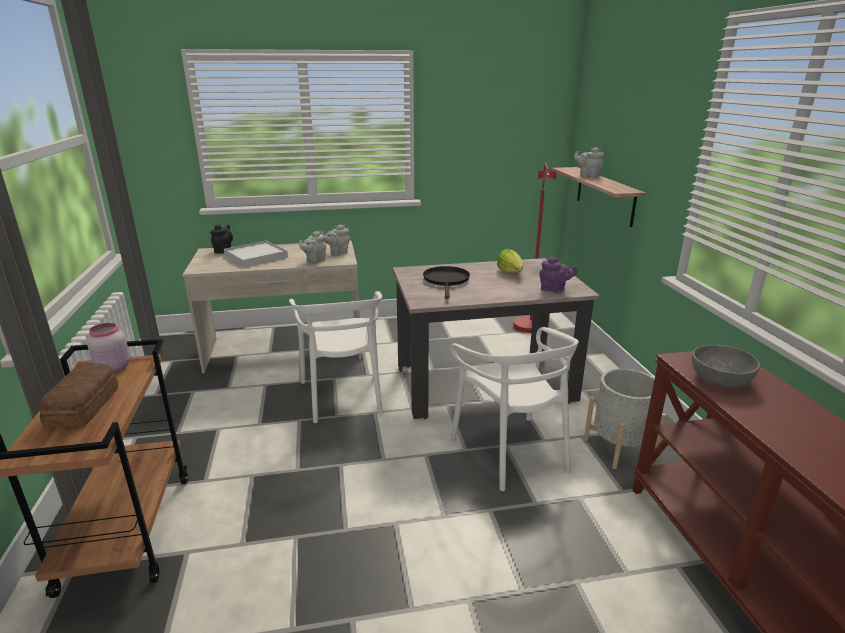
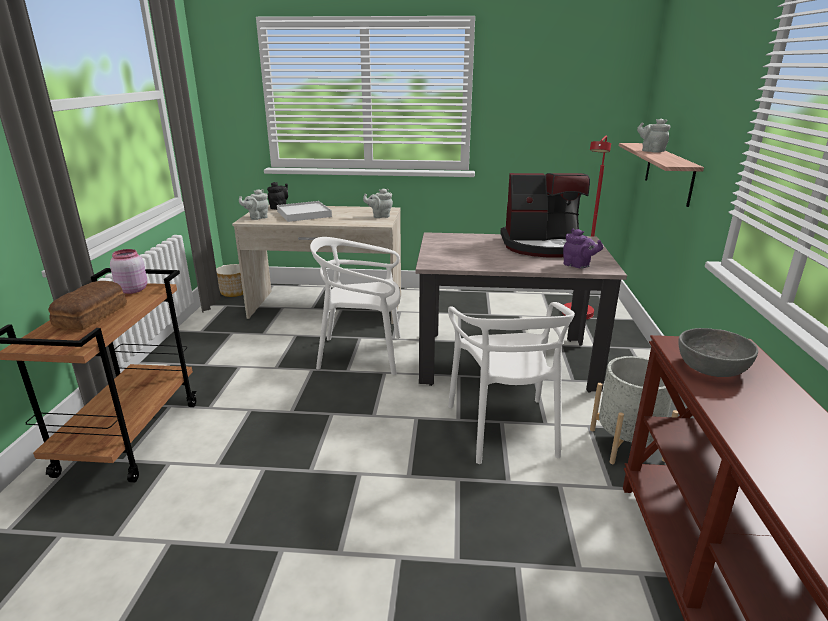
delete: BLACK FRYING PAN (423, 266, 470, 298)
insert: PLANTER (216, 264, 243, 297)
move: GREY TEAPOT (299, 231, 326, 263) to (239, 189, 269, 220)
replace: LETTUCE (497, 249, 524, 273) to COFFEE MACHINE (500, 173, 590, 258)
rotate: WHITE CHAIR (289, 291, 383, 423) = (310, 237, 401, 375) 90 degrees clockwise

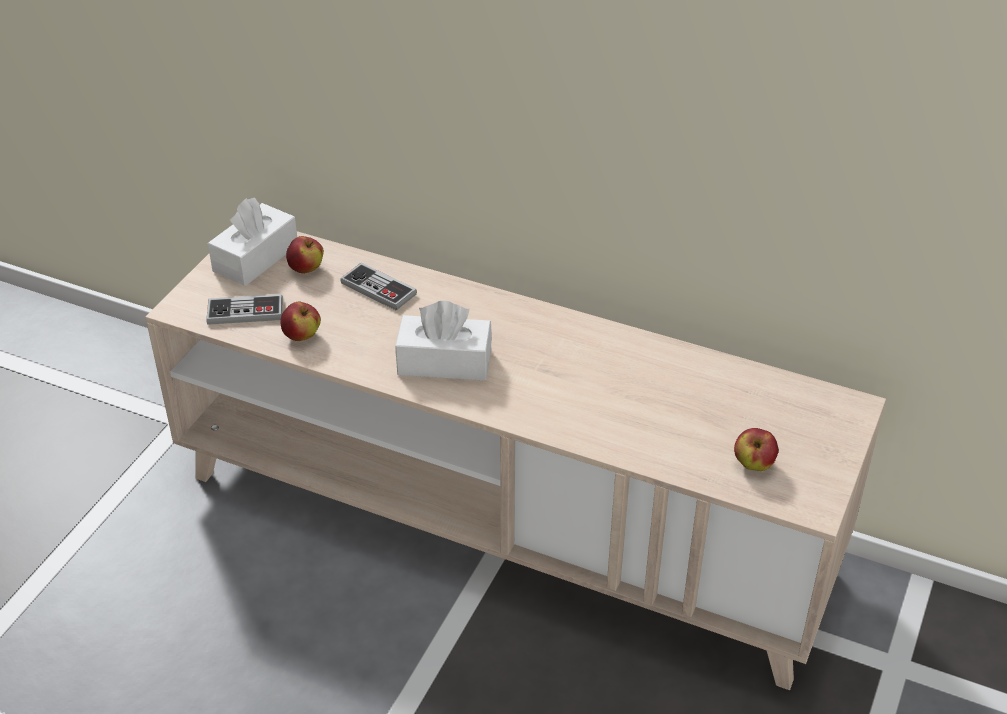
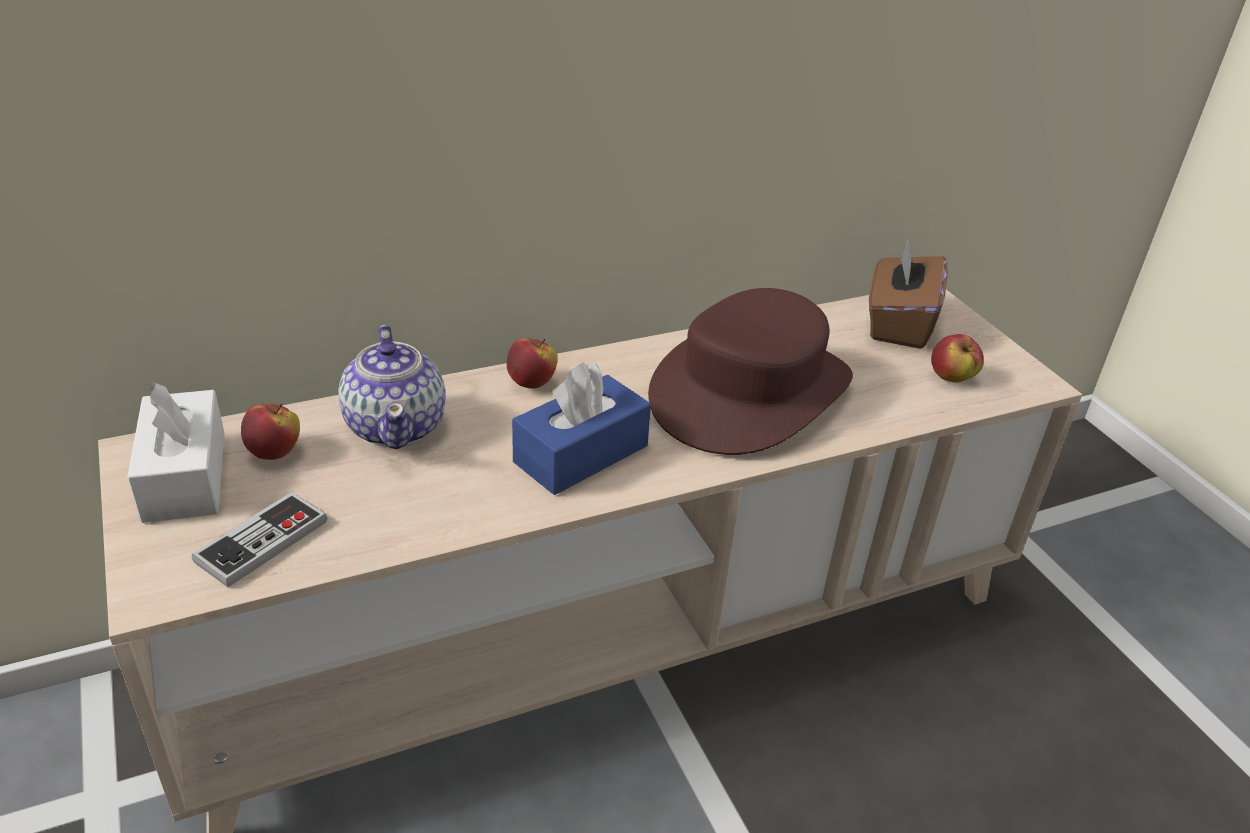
insert: BROWN HAT (648, 288, 853, 455); BROWN TISSUE BOX (869, 238, 947, 349)
move: APPLE (280, 302, 321, 341) to (507, 338, 557, 389)
replace: GAME CONTROLLER (340, 263, 417, 310) to TEAPOT (338, 325, 445, 449)
recolor: WHITE TISSUE BOX (395, 301, 492, 381) to BLUE TISSUE BOX (512, 362, 651, 495)

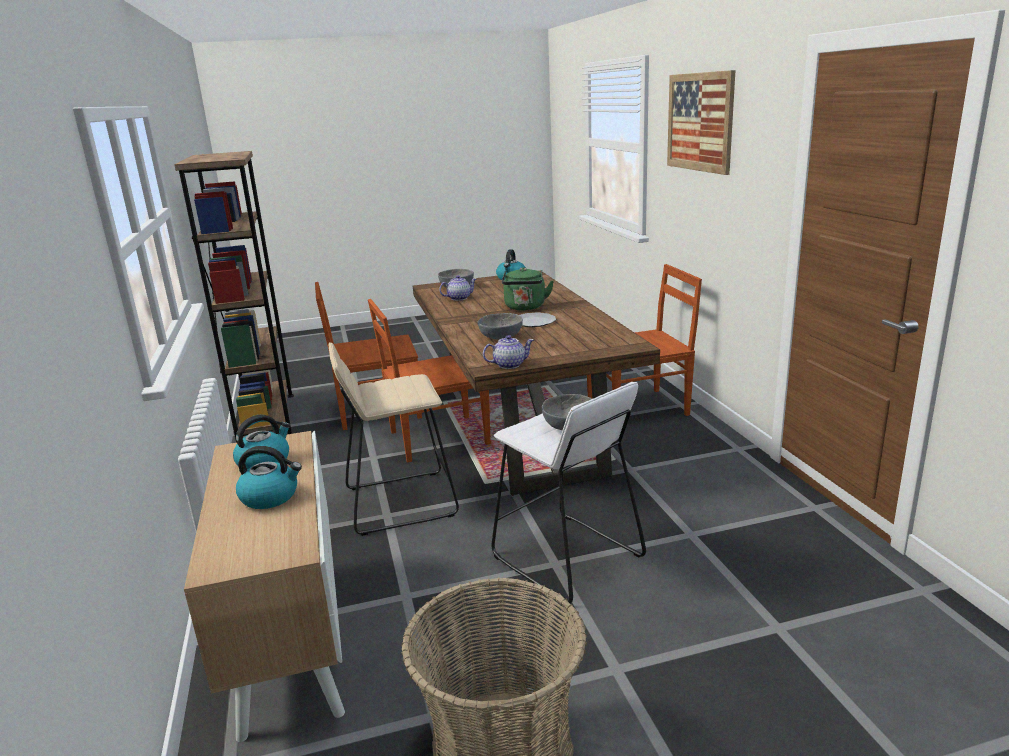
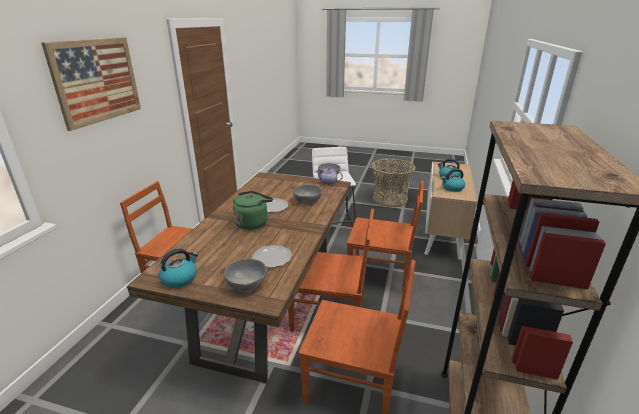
replace: BEIGE STOOL (329, 342, 459, 536) to BROWN CHAIR (347, 181, 424, 293); TEAPOT (439, 275, 476, 301) to PLATE (252, 245, 292, 268)

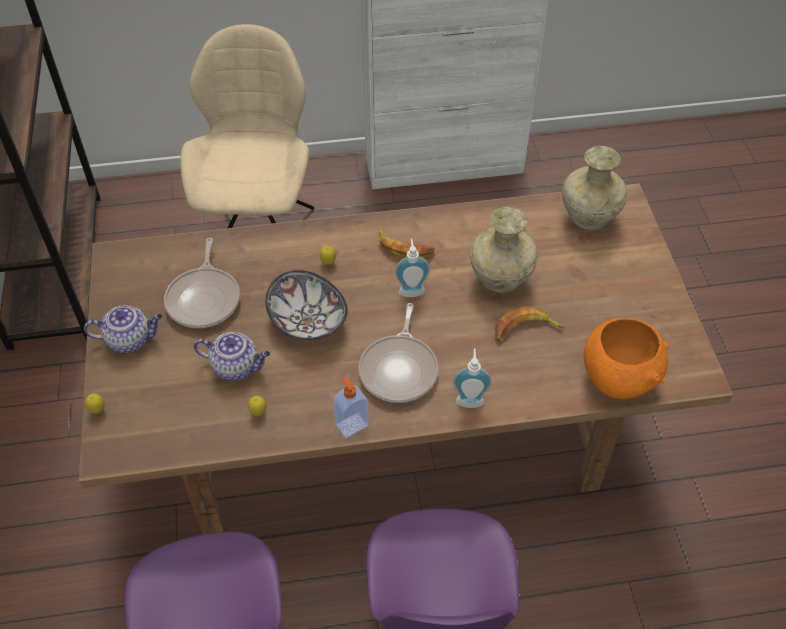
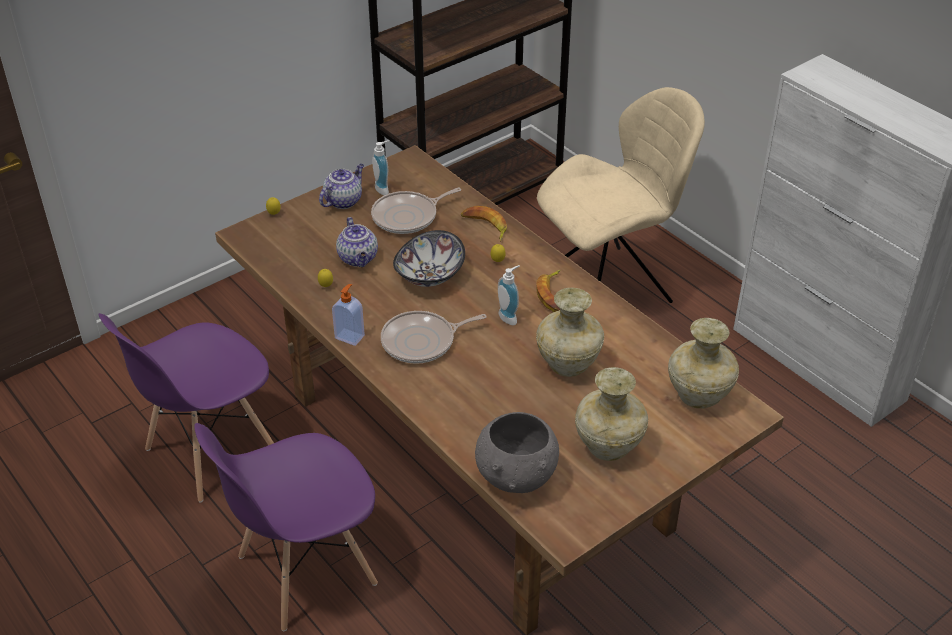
insert: BEIGE VASE (575, 367, 648, 461)
move: SOAP DISPENSER (453, 349, 492, 408) to (372, 140, 390, 195); BANANA (494, 306, 564, 341) to (461, 206, 507, 241)
recolor: ORANGE BOWL (584, 318, 669, 399) to GREY BOWL (475, 412, 559, 493)
rotate: TEAPOT (84, 306, 162, 353) = (319, 164, 364, 209) 105 degrees counterclockwise

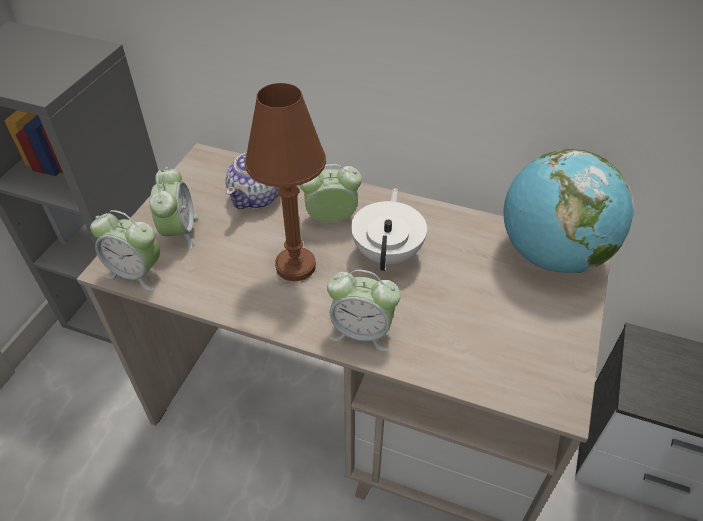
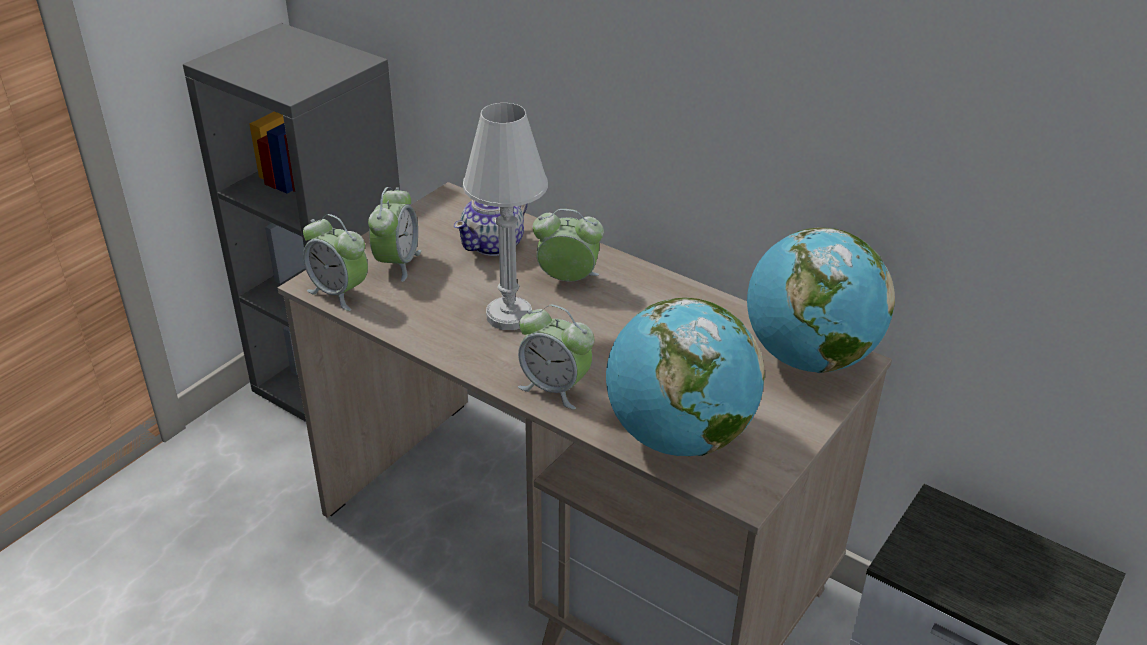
delete: WHITE TEAPOT (351, 188, 427, 271)
insert: GLOBE (606, 298, 765, 456)
recolor: BROWN TABLE LAMP (245, 83, 326, 282) to WHITE TABLE LAMP (463, 103, 548, 330)

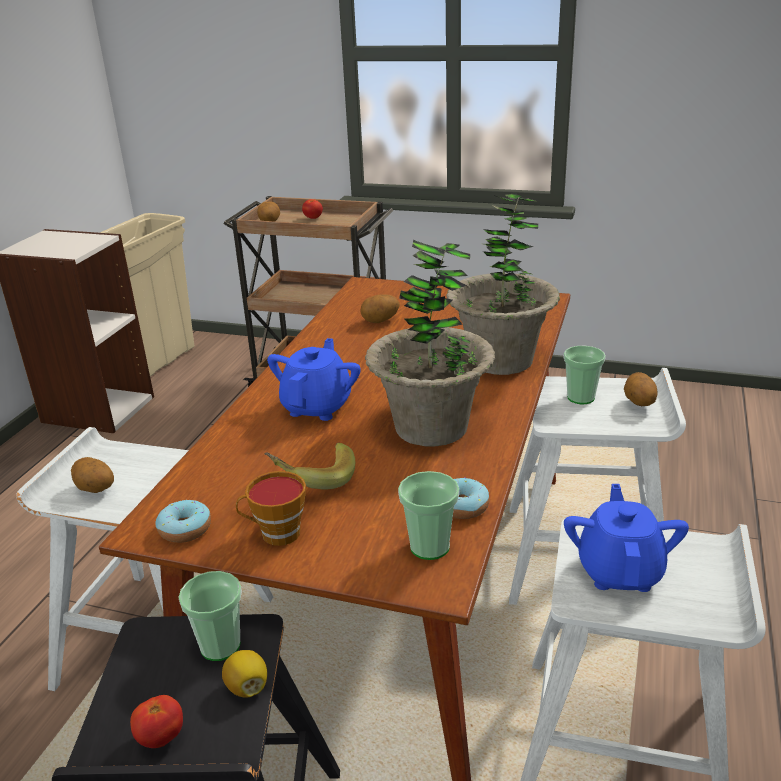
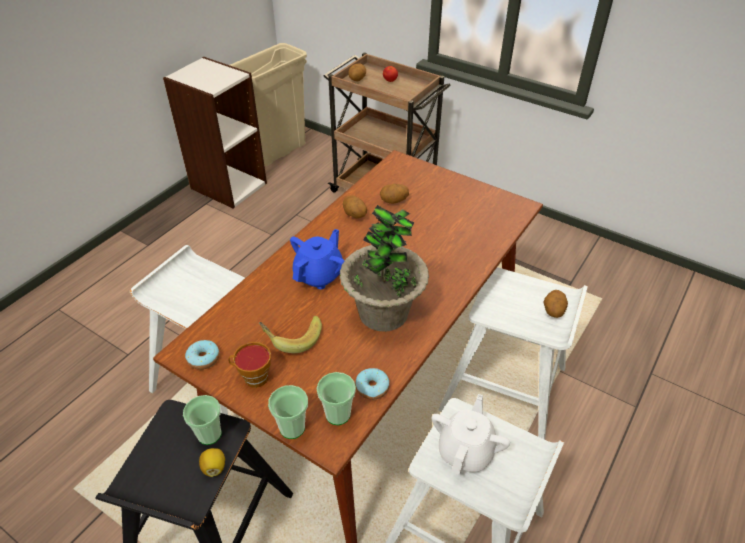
delete: TOMATO (130, 695, 183, 748); POTTED PLANT (446, 194, 560, 375)
move: POTATO (71, 457, 114, 493) to (343, 195, 367, 218); CUP (564, 346, 606, 404) to (268, 385, 308, 439)
recolor: BLUE TEAPOT (564, 484, 689, 592) to WHITE TEAPOT (432, 394, 510, 475)

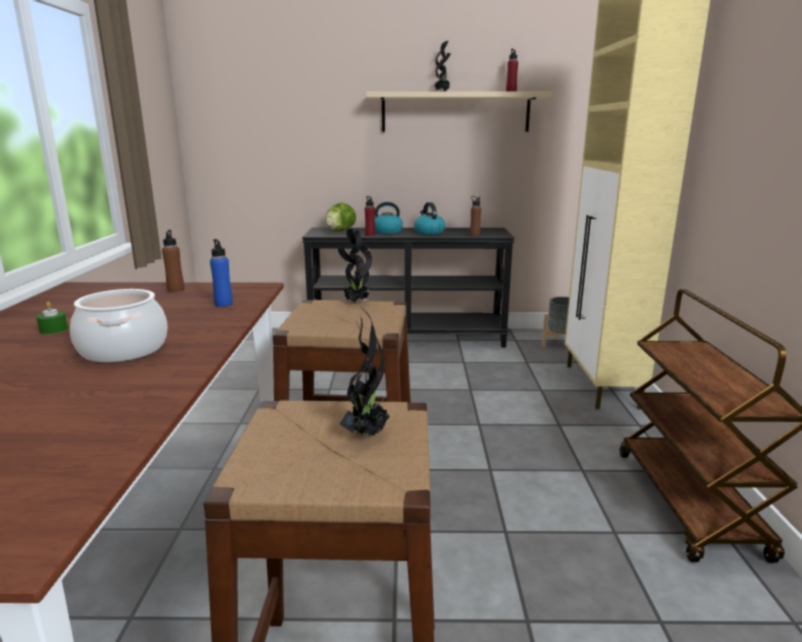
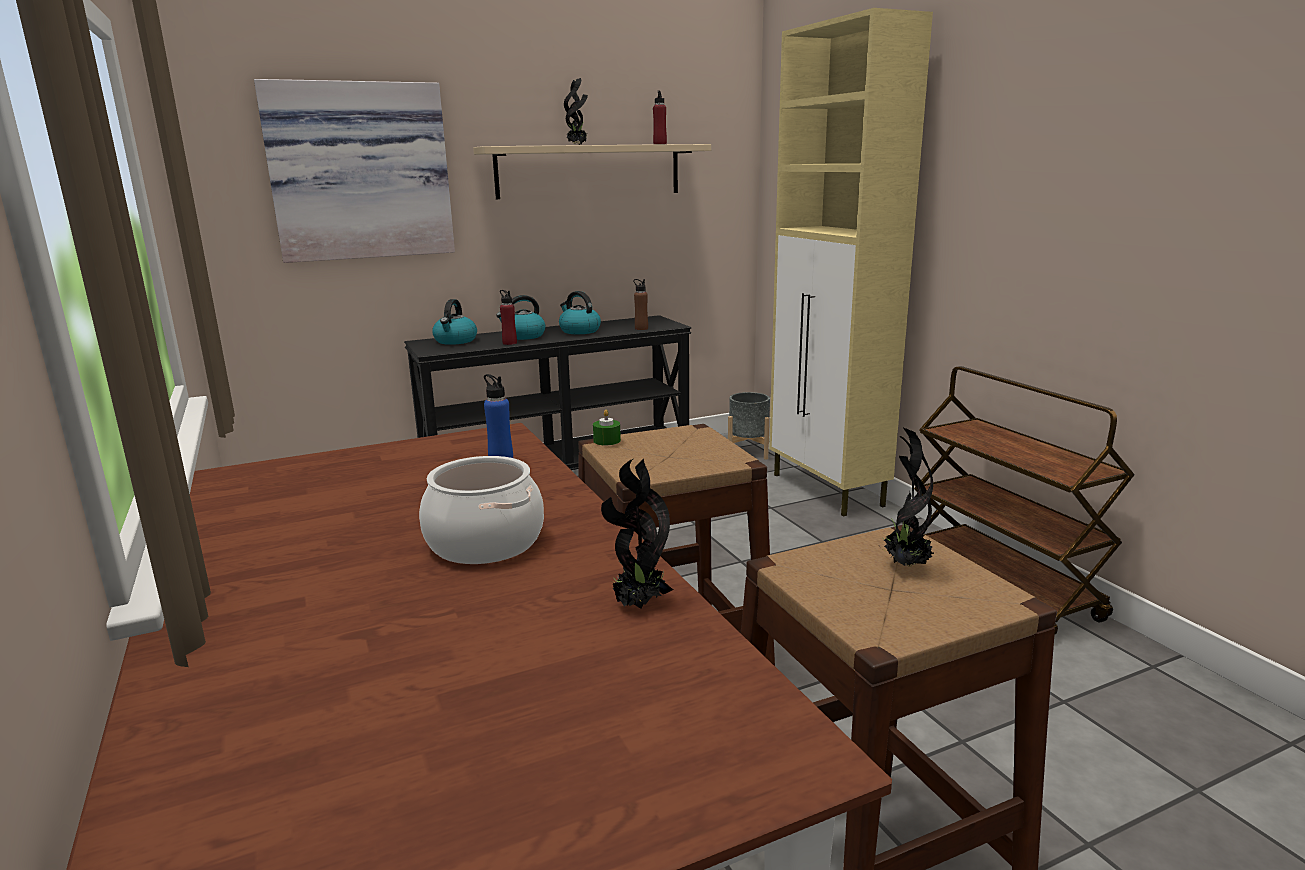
delete: BROWN BOTTLE (162, 230, 184, 292)
insert: PICTURE (254, 79, 455, 263)
move: GREEN CANDLE (36, 302, 68, 334) to (593, 410, 621, 445); POTTED PLANT (338, 229, 372, 303) to (601, 459, 673, 609)
replace: LETTUCE (325, 203, 356, 231) to KETTLE (432, 299, 477, 345)

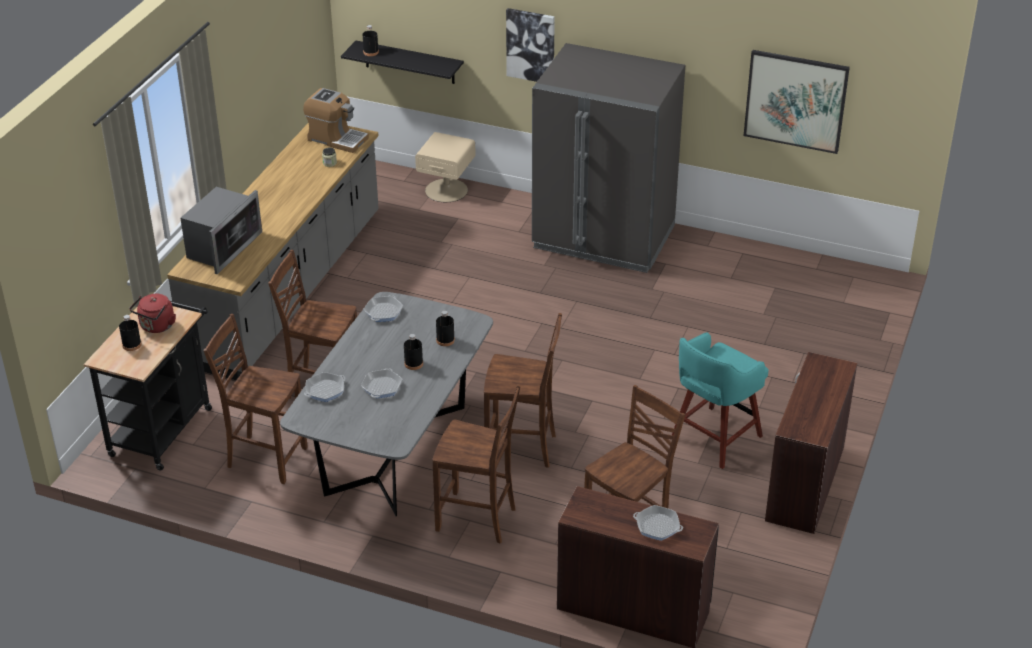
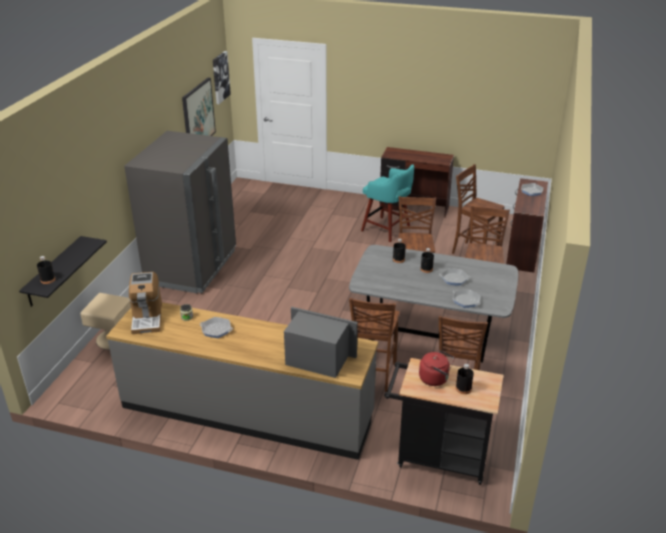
move: FRYING PAN (364, 295, 403, 322) to (200, 317, 233, 338); PICTURE (506, 8, 555, 82) to (213, 51, 231, 104)
rotate: COFFEE MACHINE (303, 88, 369, 153) = (129, 272, 162, 334) 150 degrees clockwise

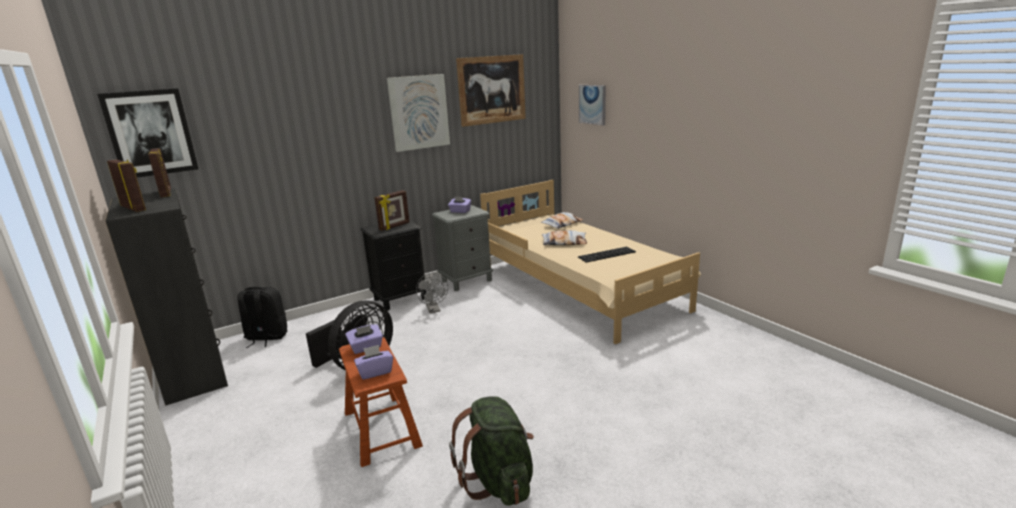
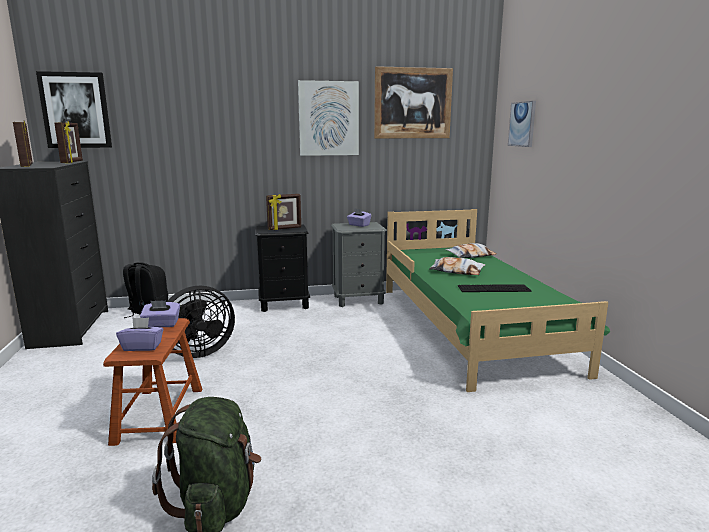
delete: GREY FAN (416, 273, 448, 313)
recolor: BEIGE BED (480, 180, 701, 344) to GREEN BED (386, 209, 610, 392)

